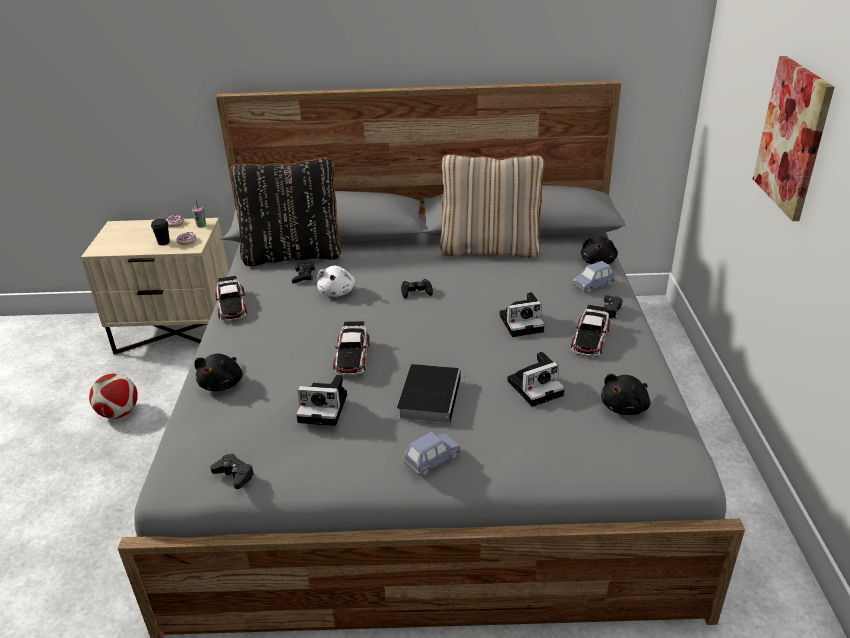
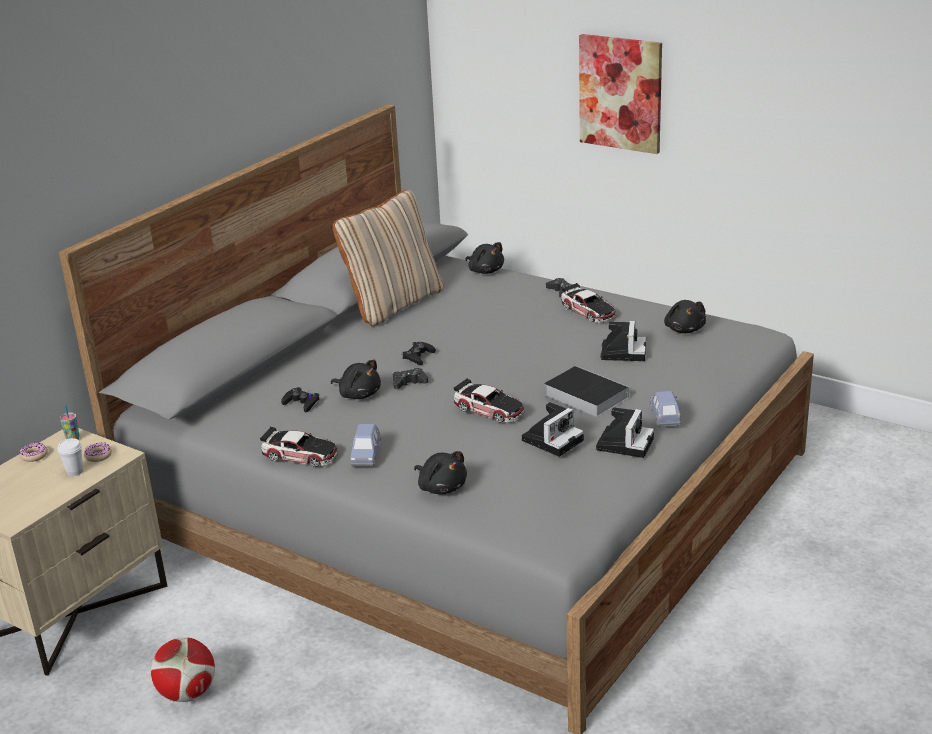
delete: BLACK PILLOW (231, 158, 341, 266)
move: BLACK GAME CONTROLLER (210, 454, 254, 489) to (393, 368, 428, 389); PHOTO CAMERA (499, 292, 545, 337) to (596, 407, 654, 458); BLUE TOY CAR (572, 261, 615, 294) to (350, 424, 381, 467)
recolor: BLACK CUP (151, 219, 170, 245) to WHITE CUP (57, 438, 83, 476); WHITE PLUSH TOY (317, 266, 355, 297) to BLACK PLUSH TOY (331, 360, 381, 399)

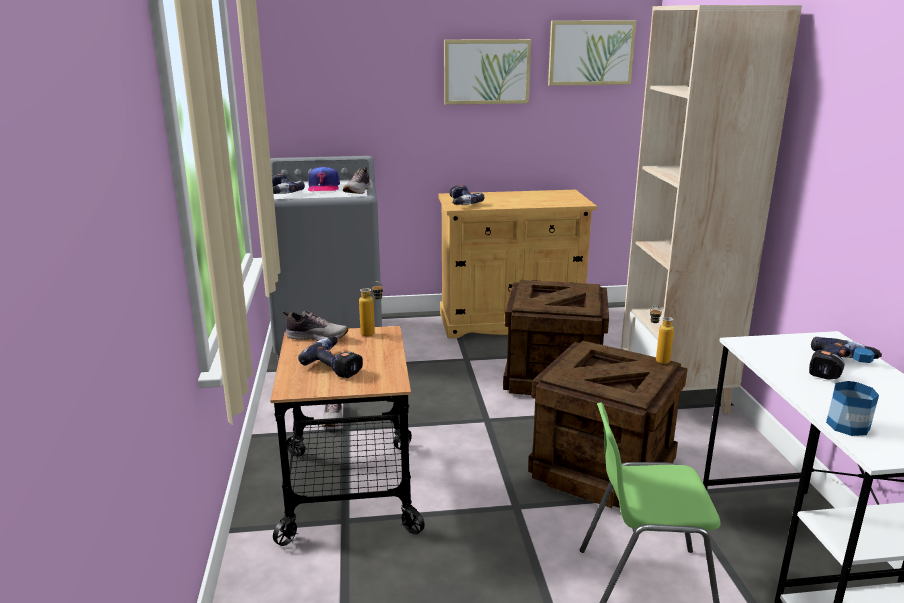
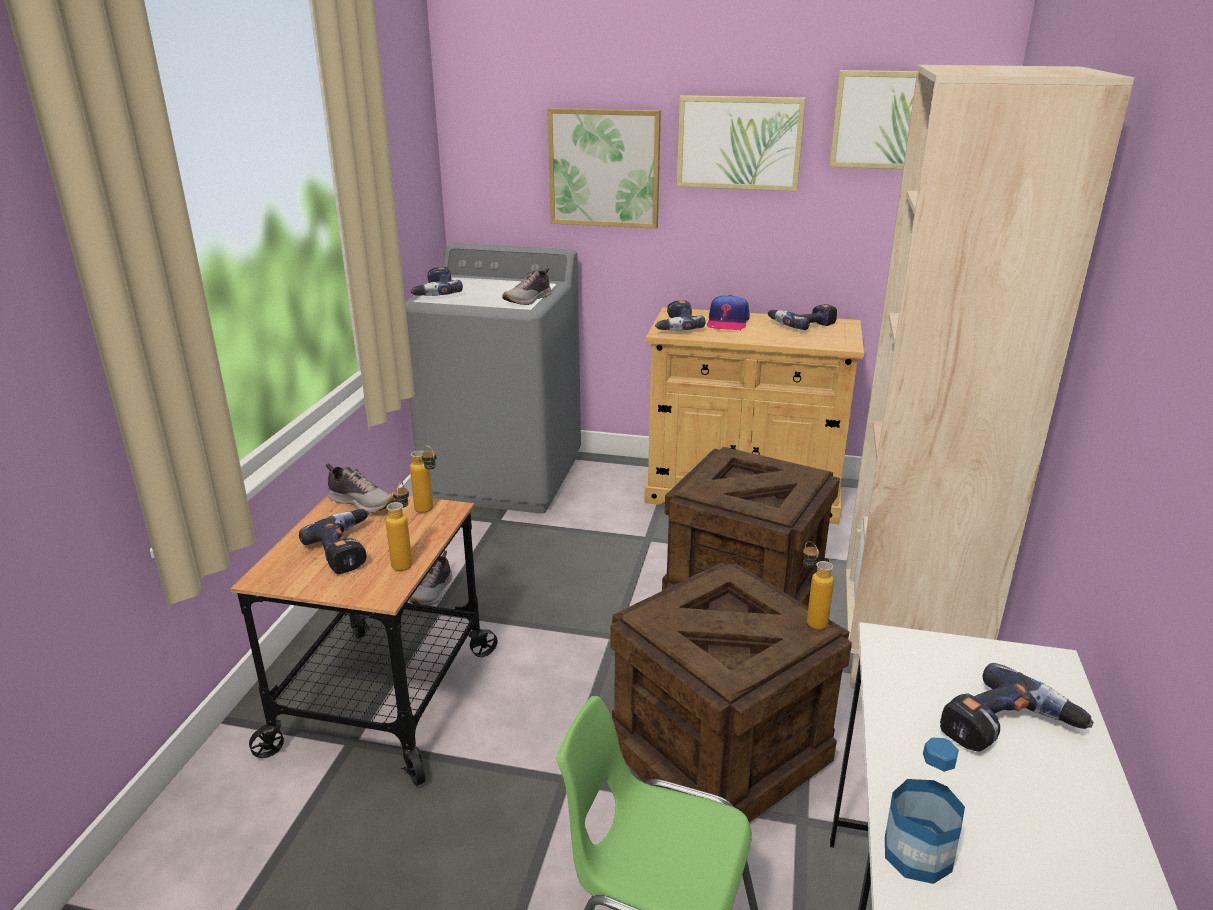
insert: BOTTLE (386, 482, 412, 571); PICTURE (547, 108, 661, 229); POWER DRILL (768, 304, 837, 330)
move: CAP (308, 166, 340, 191) to (707, 294, 750, 330)

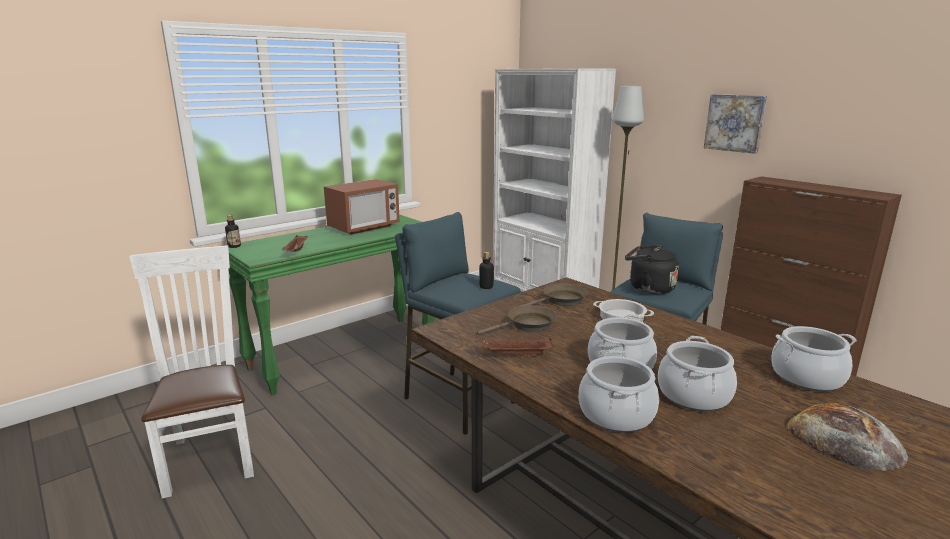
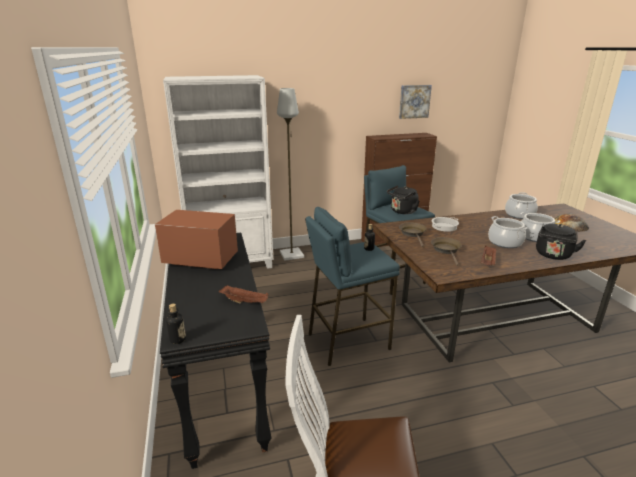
move: PICTURE (704, 94, 767, 154) to (399, 85, 432, 119)
replace: COOKING POT (579, 350, 659, 432) to BLACK KETTLE (536, 223, 586, 260)
recolor: GREEN CONSOLE TABLE (224, 214, 436, 395) to BLACK CONSOLE TABLE (160, 233, 271, 469)
rotate: MICROWAVE (324, 179, 400, 235) = (155, 210, 238, 269) 60 degrees counterclockwise

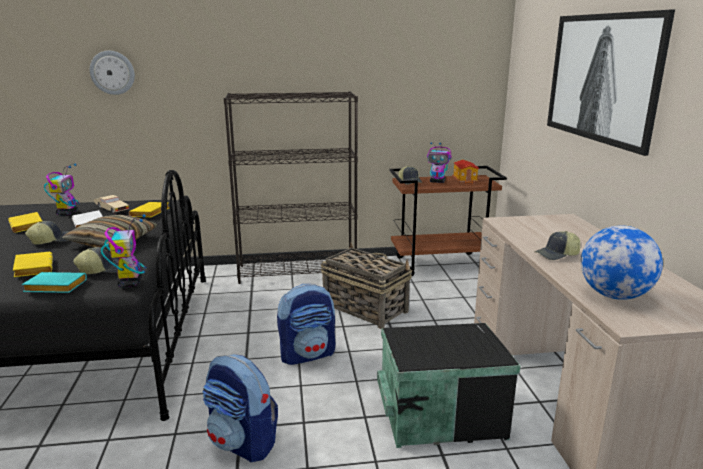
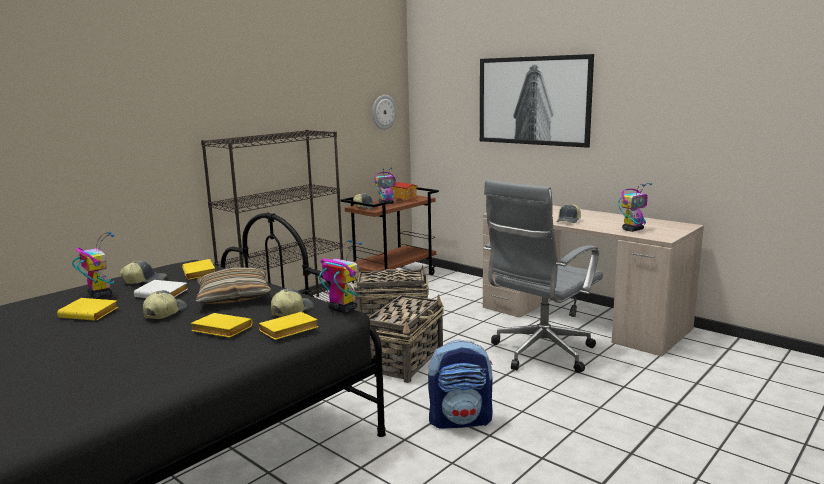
move: WALL CLOCK (90, 51, 135, 95) to (372, 95, 397, 130)
replace: BEIGE TOY CAR (94, 195, 129, 214) to CAP (120, 261, 167, 284); BACKPACK (277, 284, 335, 365) to BASKET (369, 294, 444, 383); BLACK STORAGE BOX (377, 323, 521, 448) to GREY OFFICE CHAIR (483, 180, 603, 373); GLOBE (581, 225, 663, 300) to TOY ROBOT (618, 183, 652, 232)
recolor: TURQUOISE BOOK (22, 272, 87, 293) to YELLOW BOOK (259, 312, 318, 340)

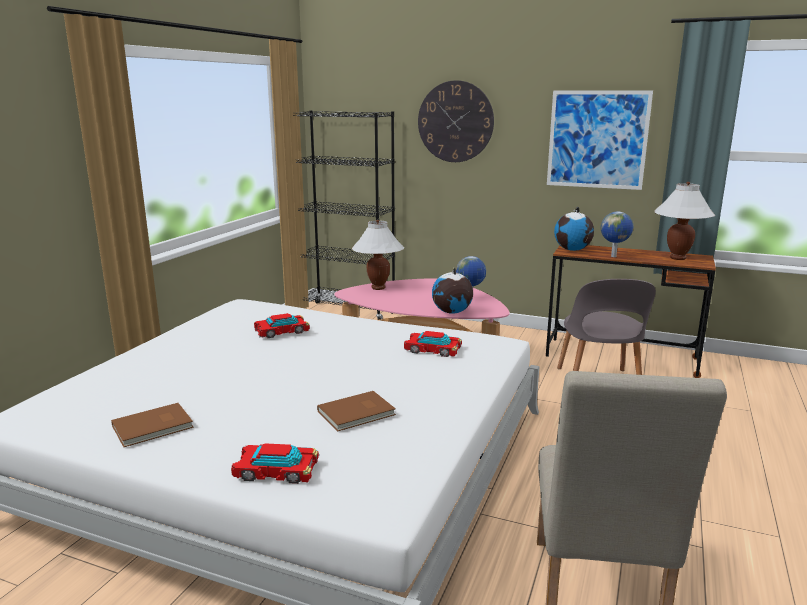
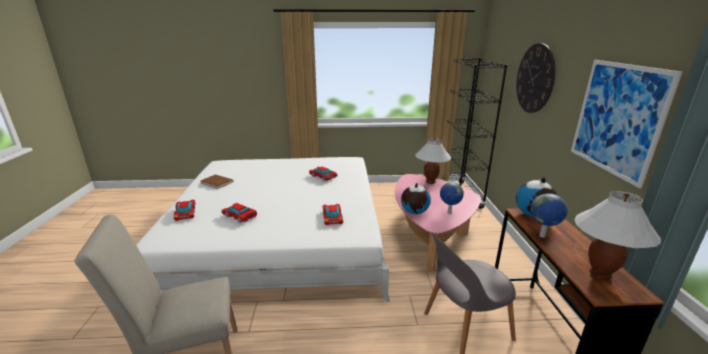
replace: BROWN BOOK (317, 391, 396, 431) to TOY CAR (222, 203, 257, 222)

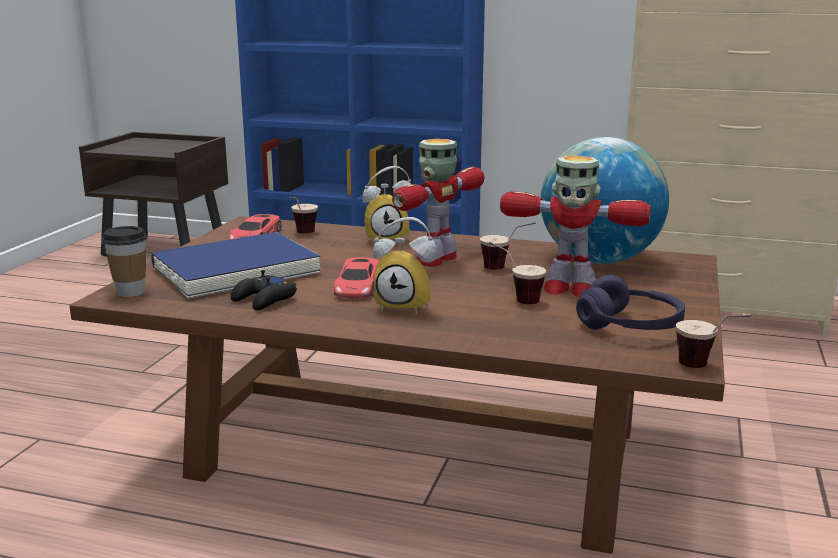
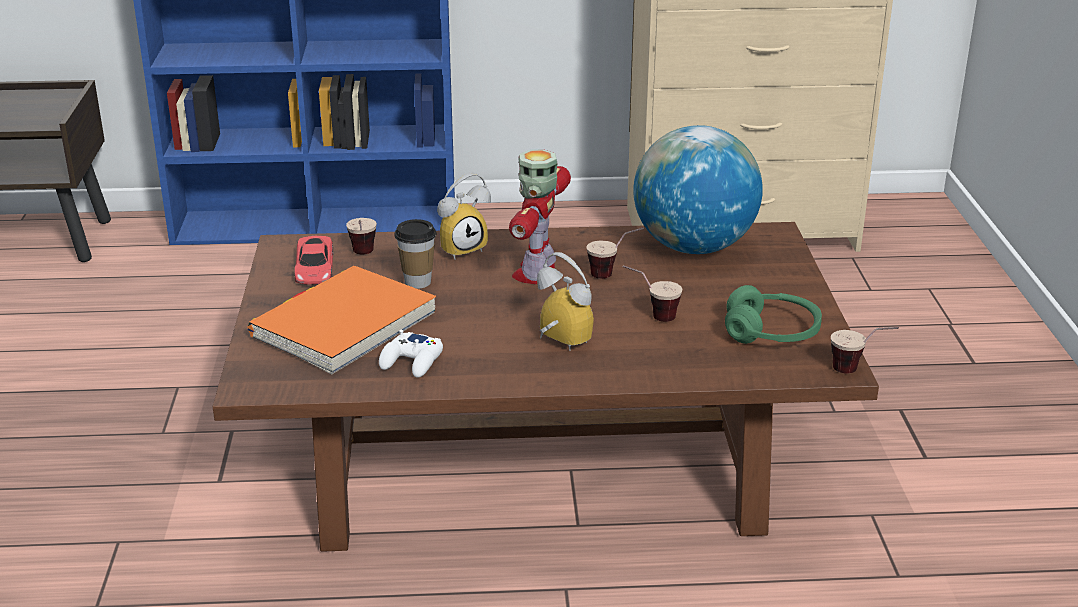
delete: RED TOY CAR (334, 257, 379, 298); TOY ROBOT (500, 156, 651, 297)
move: CUP (102, 226, 147, 297) to (394, 219, 436, 289)
recolor: BLUE BOOK (151, 232, 321, 299) to ORANGE BOOK (248, 266, 436, 374); BLACK GAME CONTROLLER (230, 270, 297, 310) to WHITE GAME CONTROLLER (379, 329, 443, 378); PURPLE HEADPHONES (576, 275, 685, 330) to GREEN HEADPHONES (725, 285, 822, 344)
rotate: ALARM CLOCK (373, 217, 437, 314) = (537, 252, 594, 351) 135 degrees counterclockwise

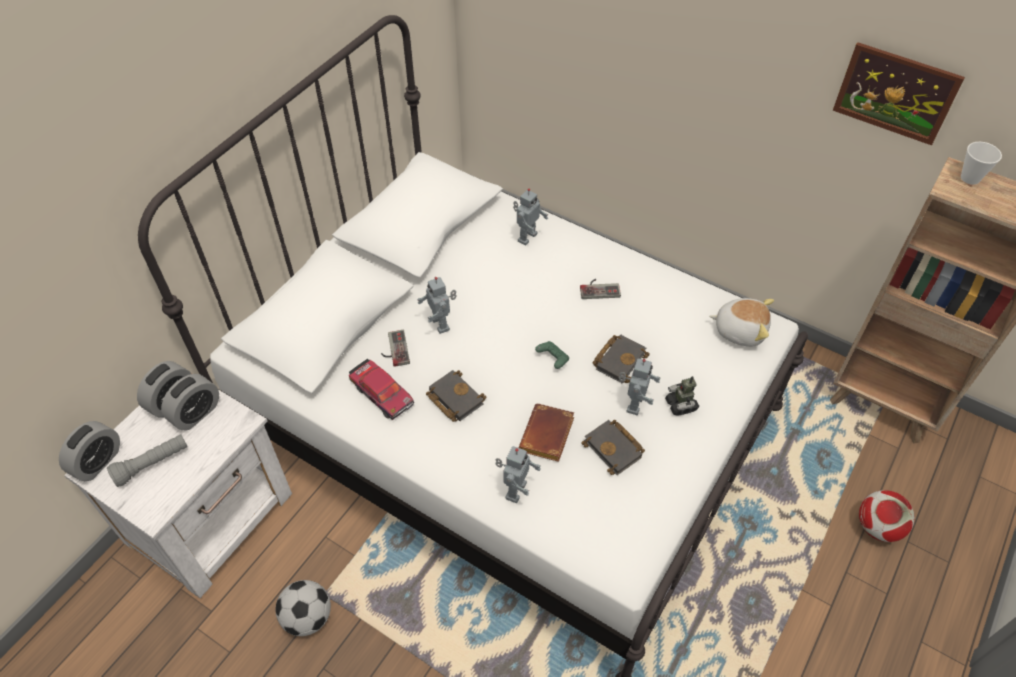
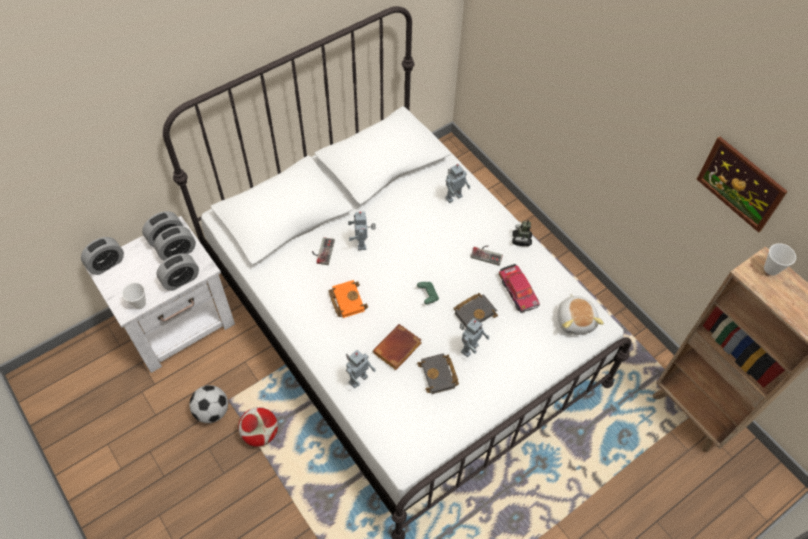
delete: GREY FLASHLIGHT (107, 434, 187, 487)
insert: CUP (122, 283, 146, 309); ALARM CLOCK (156, 253, 199, 291)
move: TOY CAR (349, 359, 414, 420) to (499, 264, 540, 313); TOY ROBOT (665, 376, 699, 415) to (512, 220, 532, 246); FOOTBALL (859, 490, 915, 542) to (238, 407, 278, 447)
recolor: BLACK BOOK (426, 370, 486, 422) to ORANGE BOOK (328, 280, 368, 318)
rotate: PLUSH TOY (709, 298, 774, 347) = (557, 294, 604, 335) 45 degrees clockwise

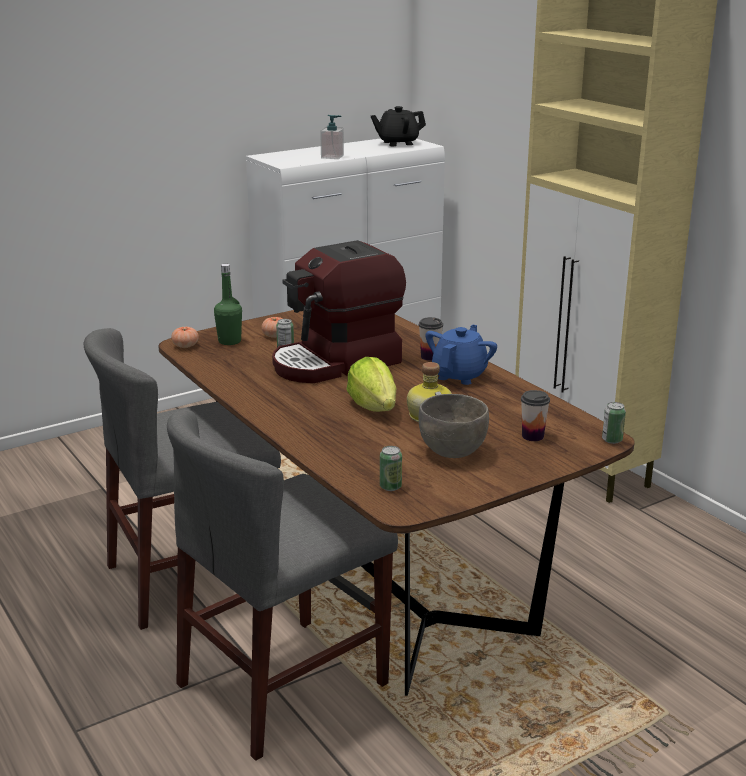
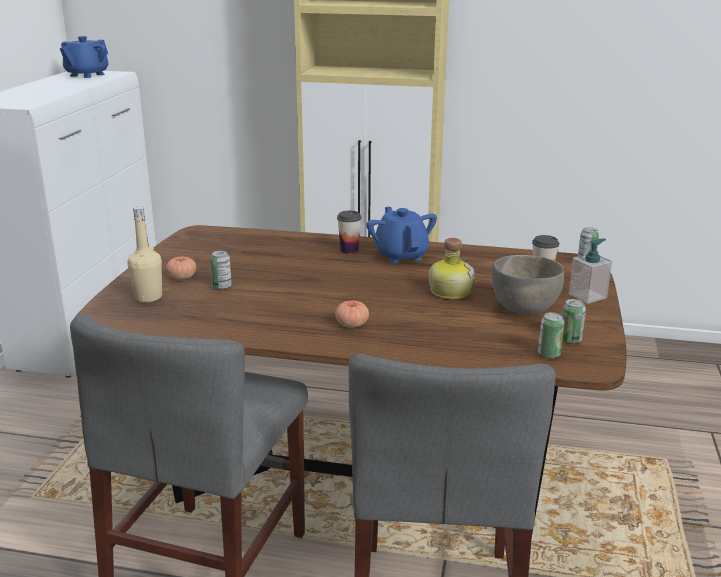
delete: COFFEE MACHINE (272, 240, 406, 383); LETTUCE (347, 357, 396, 412)
insert: CAN (562, 299, 586, 344)
move: TOMATO (171, 327, 199, 348) to (335, 301, 369, 328); SOAP DISPENSER (320, 115, 344, 159) to (569, 238, 612, 304)
recolor: GREEN BOTTLE (214, 264, 242, 345) to BEIGE BOTTLE (127, 206, 162, 303); BLACK TEAPOT (370, 106, 426, 146) to BLUE TEAPOT (60, 36, 109, 78)

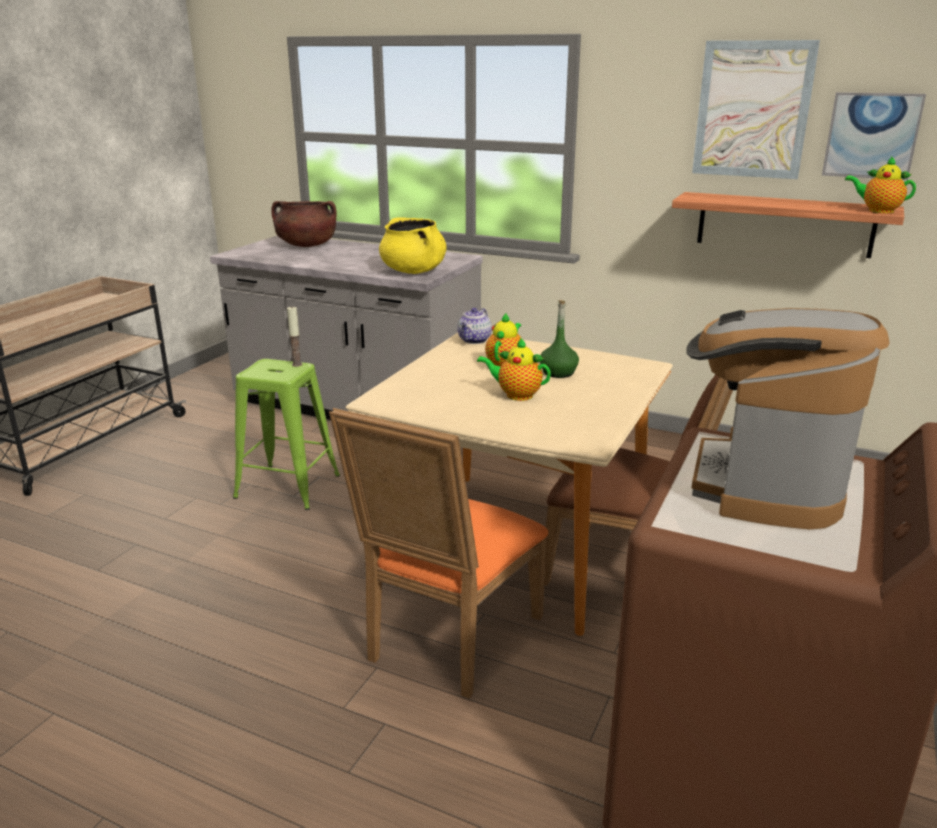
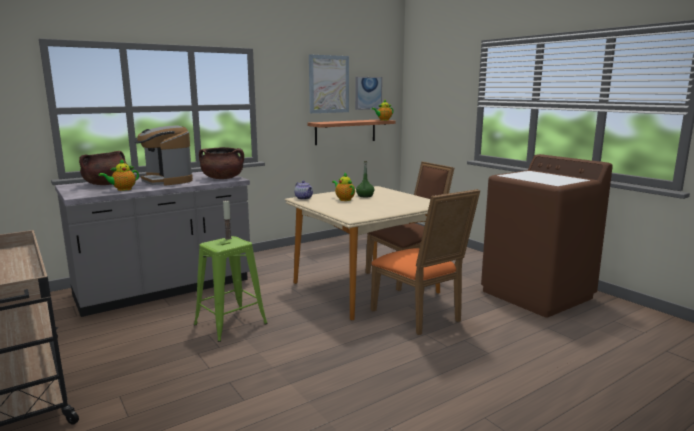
move: TEAPOT (477, 338, 551, 401) to (99, 159, 139, 191); COFFEE MACHINE (686, 308, 889, 530) to (134, 125, 193, 186)
recolor: YELLOW COOKING POT (379, 217, 447, 274) to BROWN COOKING POT (199, 147, 244, 179)

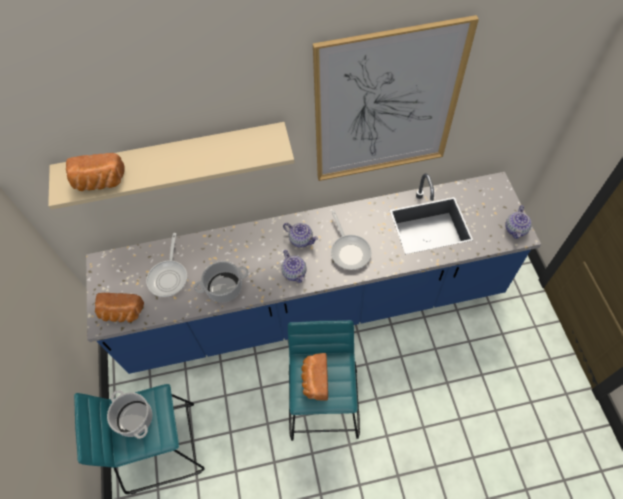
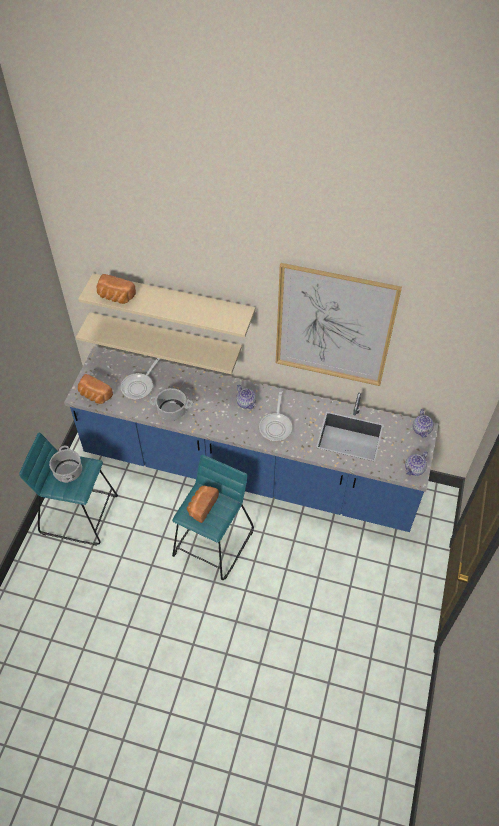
insert: BEIGE SHELF (76, 312, 242, 374)
move: TEAPOT (281, 250, 307, 283) to (413, 409, 434, 438)

